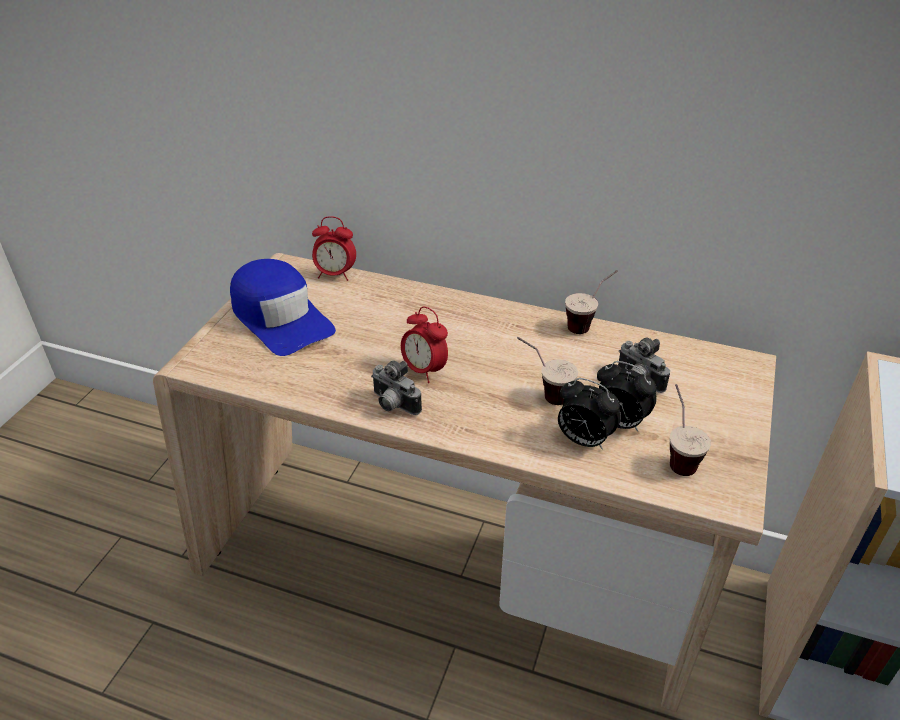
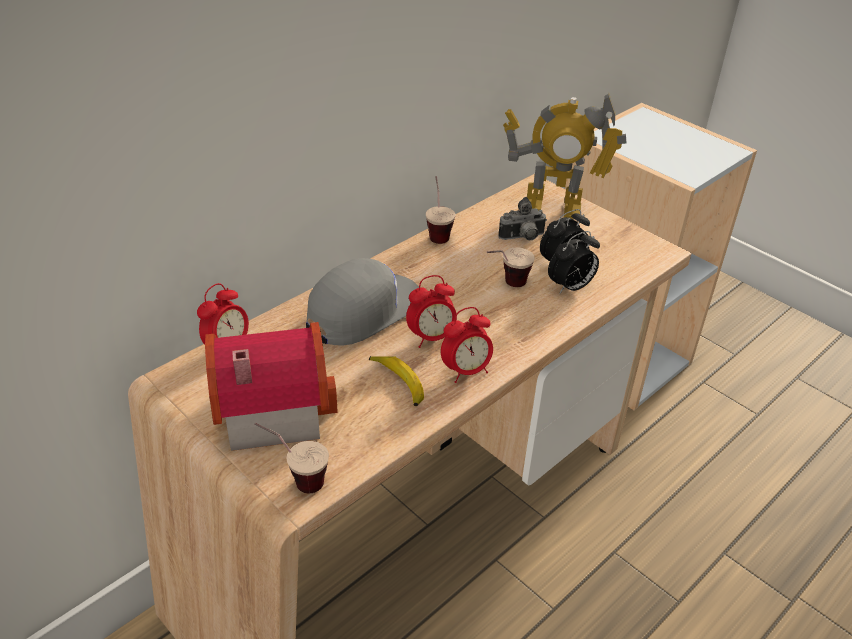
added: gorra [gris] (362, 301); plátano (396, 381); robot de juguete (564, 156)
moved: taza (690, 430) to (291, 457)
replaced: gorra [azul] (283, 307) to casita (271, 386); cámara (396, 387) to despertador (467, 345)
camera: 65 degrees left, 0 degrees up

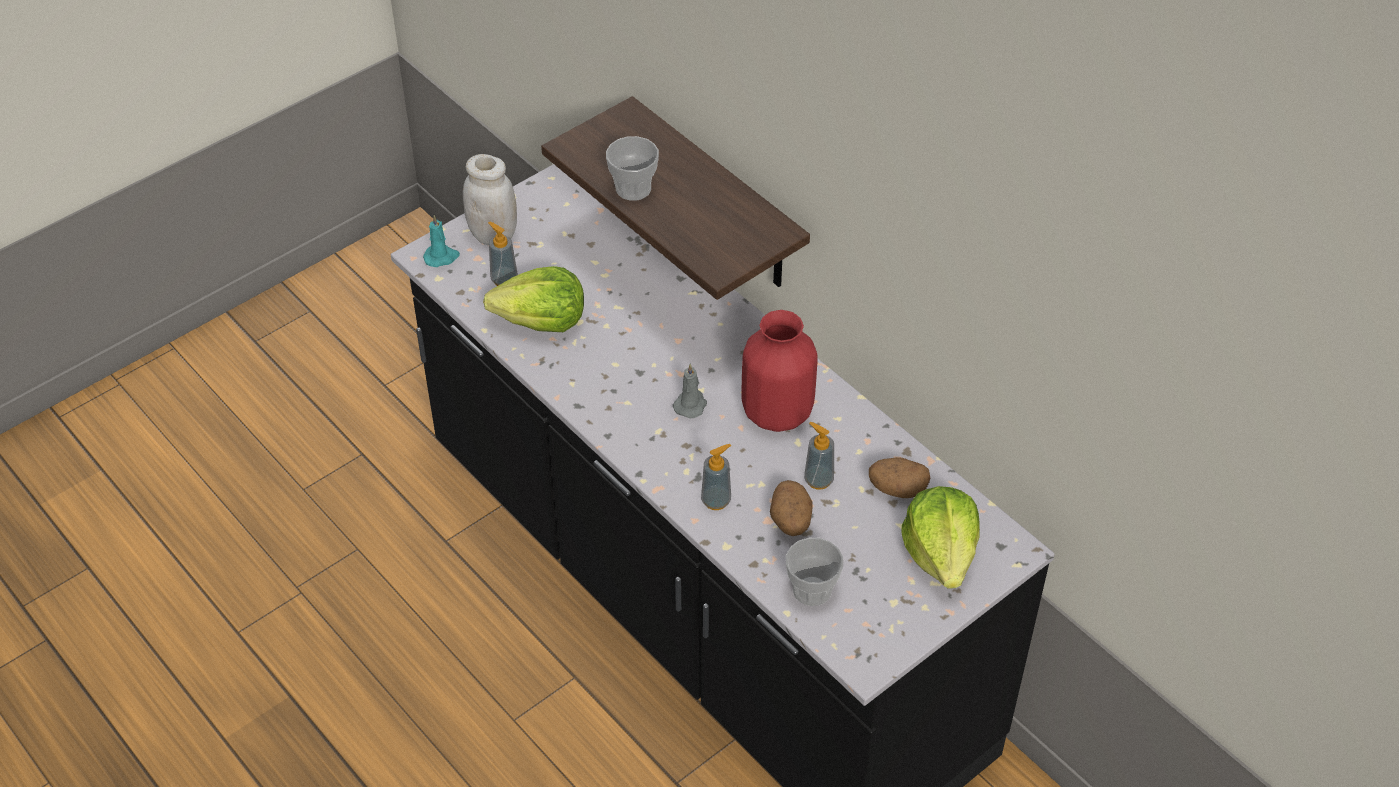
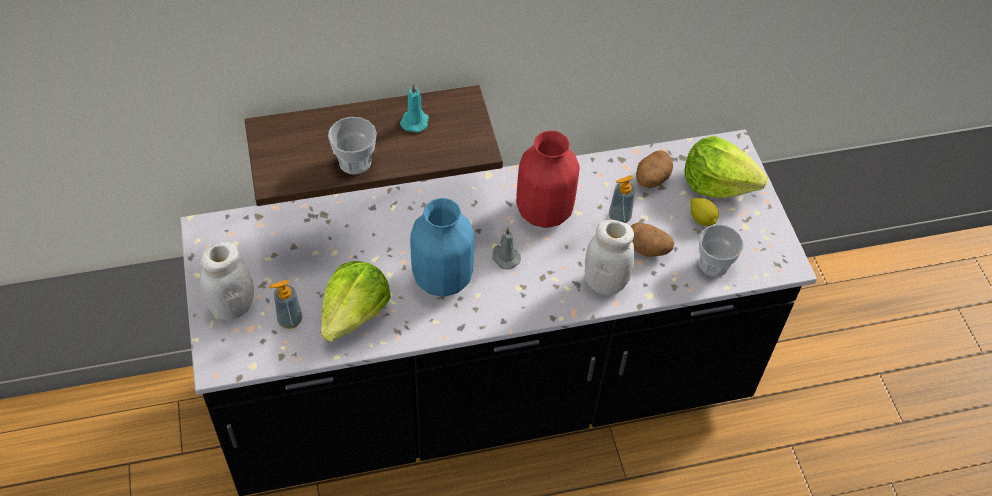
added: florero [azul] (442, 247); limón (704, 212)
moved: vela [turquesa] (441, 241) to (414, 108)
replaced: dispensador de jabón (716, 477) to tarro [blanco] (609, 257)
camera: 65 degrees left, 5 degrees up

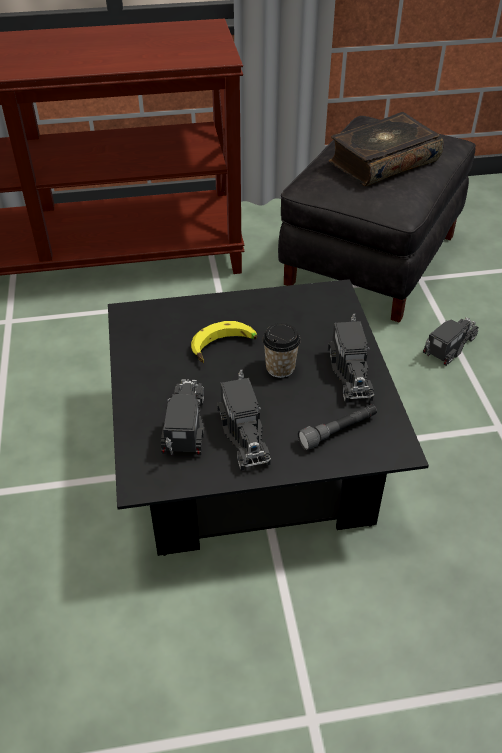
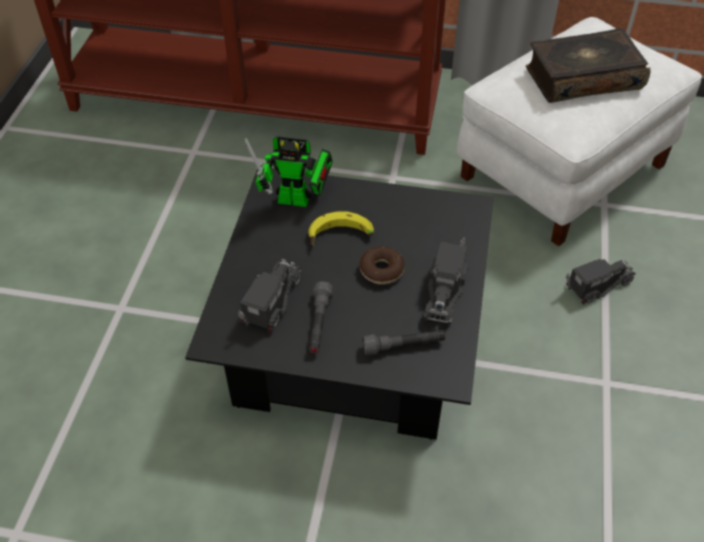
added: robot de juguete (288, 172)
replaced: camión de juguete (244, 420) to linterna [gris] (321, 317); taza (281, 350) to rosquilla (382, 265)
recoloured: puf [negro] (377, 219) to puf [blanco] (579, 131)
camera: 20 degrees right, 5 degrees up

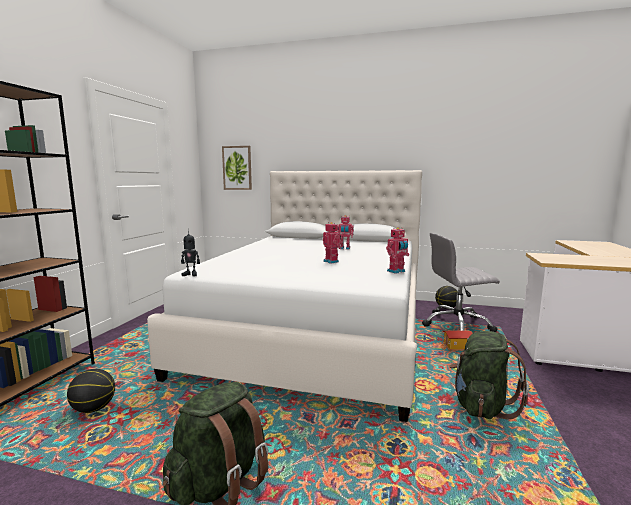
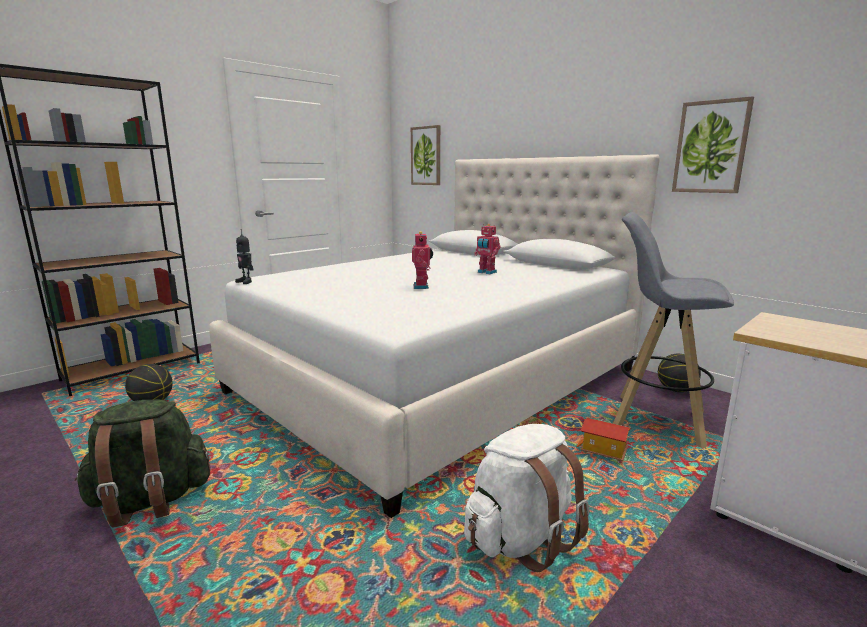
removed: robot de juguete (397, 250)
added: cuadro (713, 144)
replaced: silla de oficina [gris] (461, 282) to taburete [gris] (673, 330)
recoloured: mochila [verde] (489, 375) to mochila [blanco] (526, 498)
camera: 30 degrees right, 5 degrees up

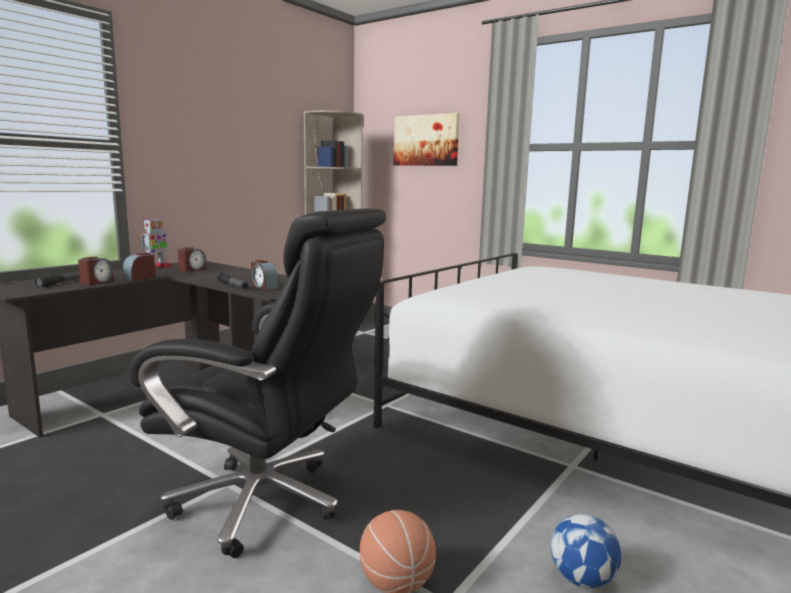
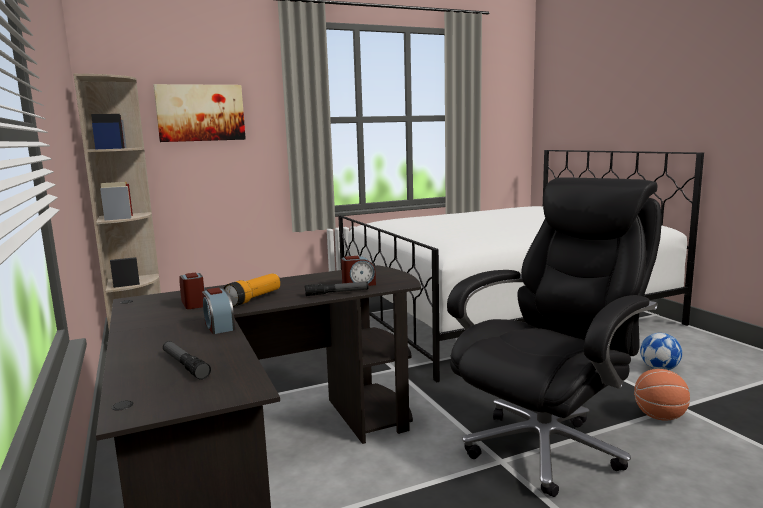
removed: despertador (96, 271); robot de juguete (156, 243)
added: linterna (251, 290)
camera: 60 degrees left, 0 degrees up

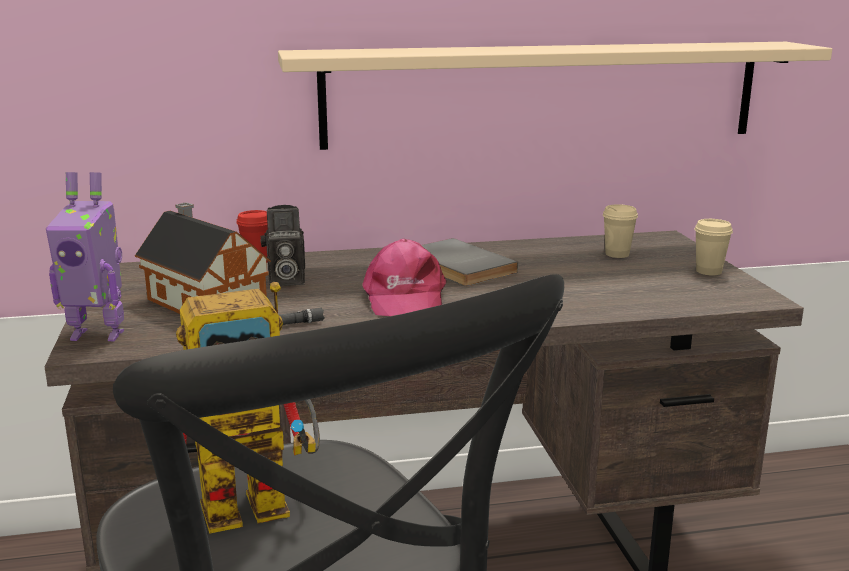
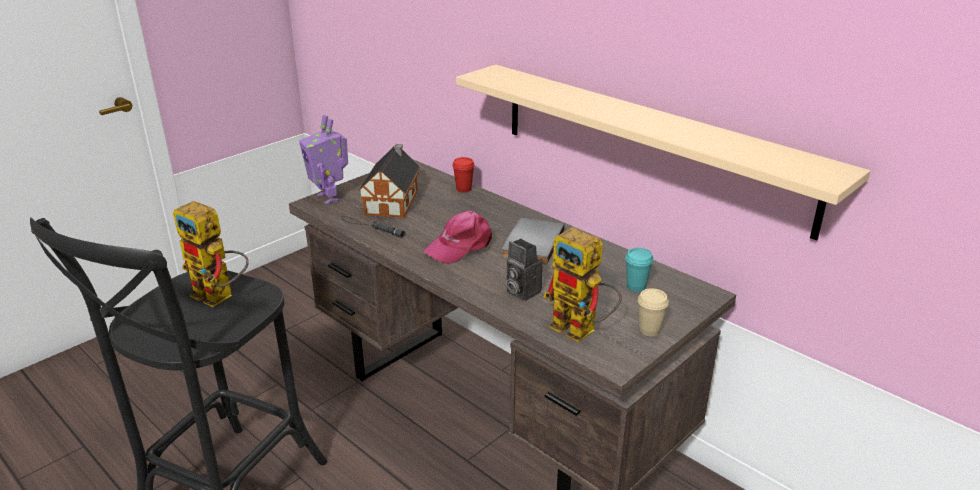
added: robot de juguete (582, 284)
moved: cámara (282, 245) to (524, 270)
recoloured: taza [beis] (620, 231) to taza [turquesa] (639, 270)
camera: 55 degrees right, 10 degrees up

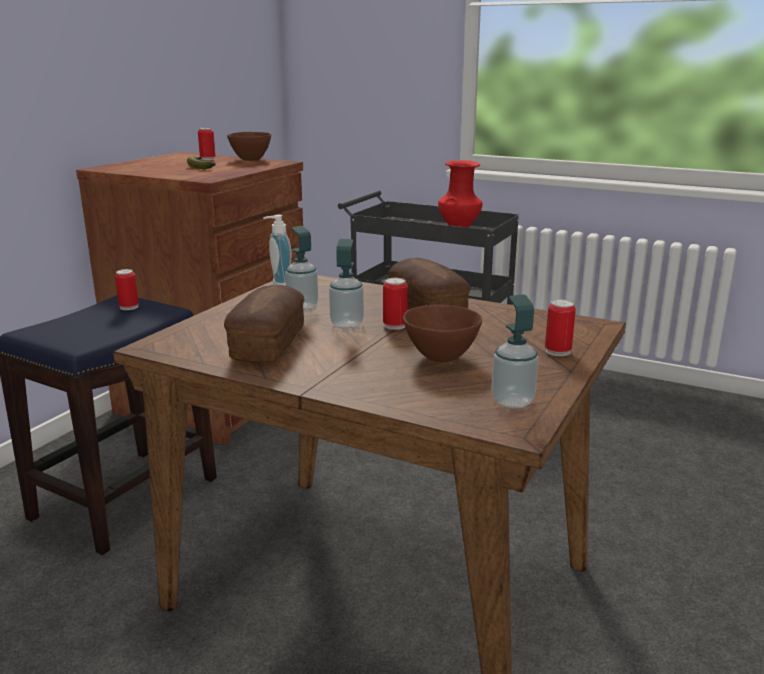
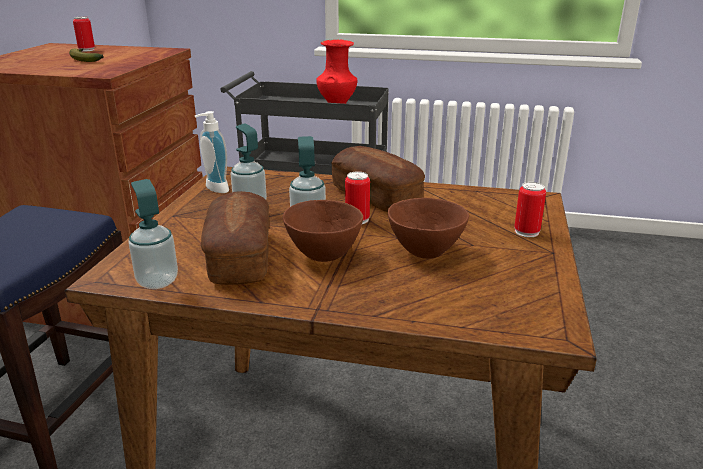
removed: lata (127, 289)
moved: cuenco [marrón] (249, 146) to (322, 231); dispensador de jabón (514, 351) to (153, 234)
camera: 15 degrees left, 5 degrees up

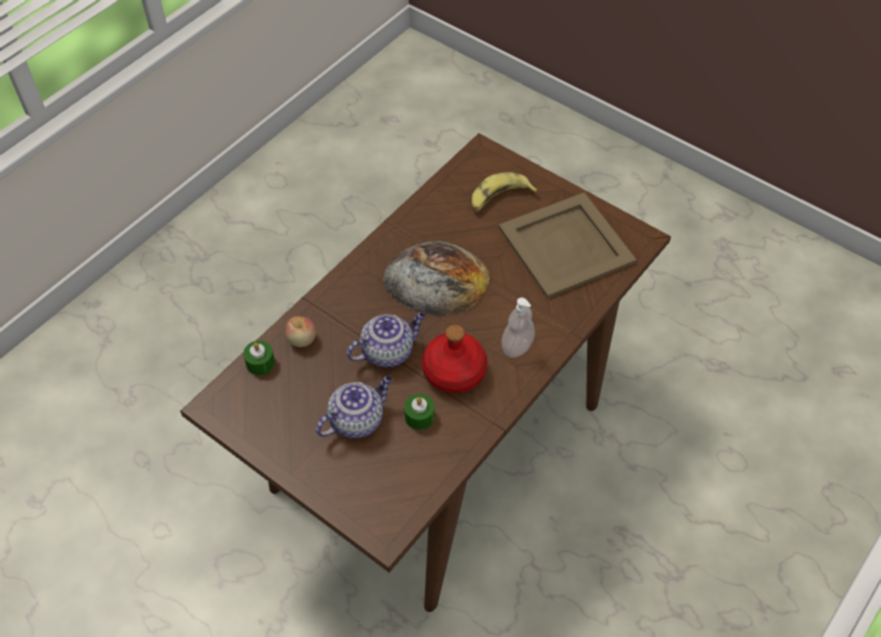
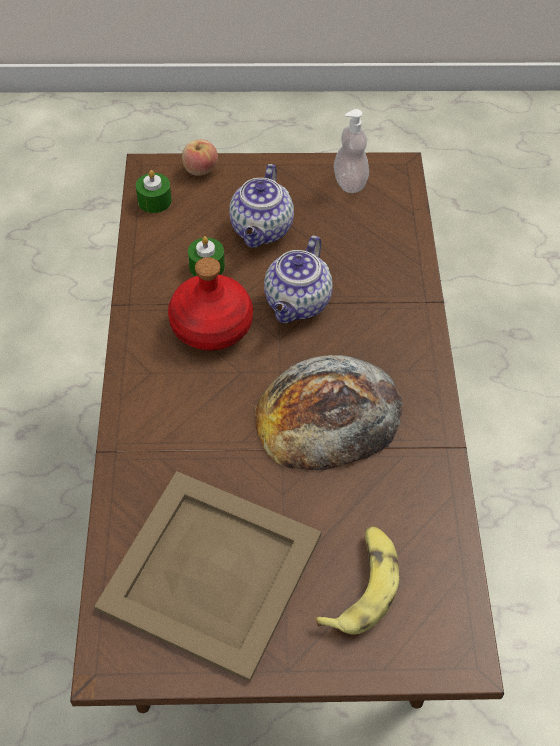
moved: vela [verde] (259, 358) to (154, 191); manzana (300, 331) to (200, 157); dispensador de jabón (518, 328) to (351, 151)
camera: 140 degrees right, 0 degrees up

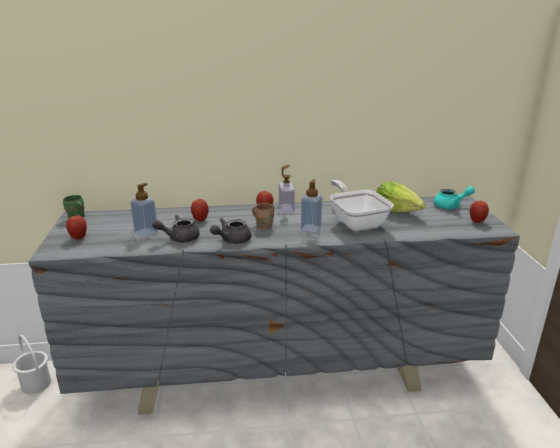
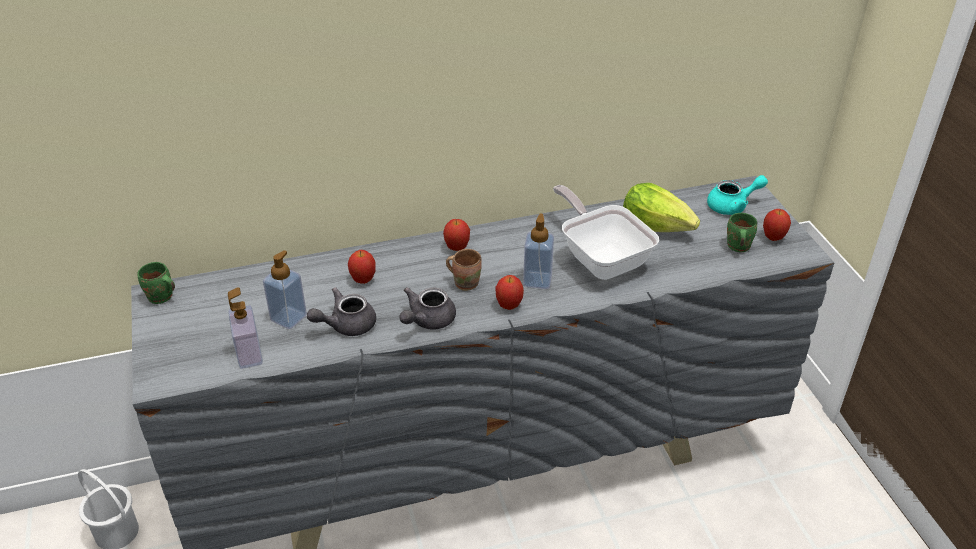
added: taza grande [verde] (742, 232)
moved: manzana (76, 227) to (510, 292); dispensador de jabón (287, 189) to (245, 328)
camera: 10 degrees left, 15 degrees up

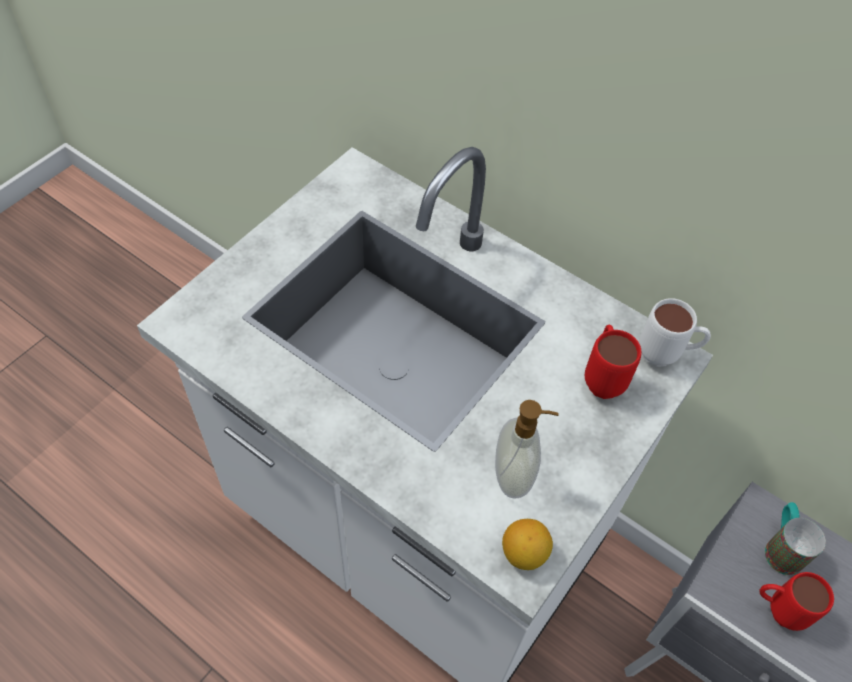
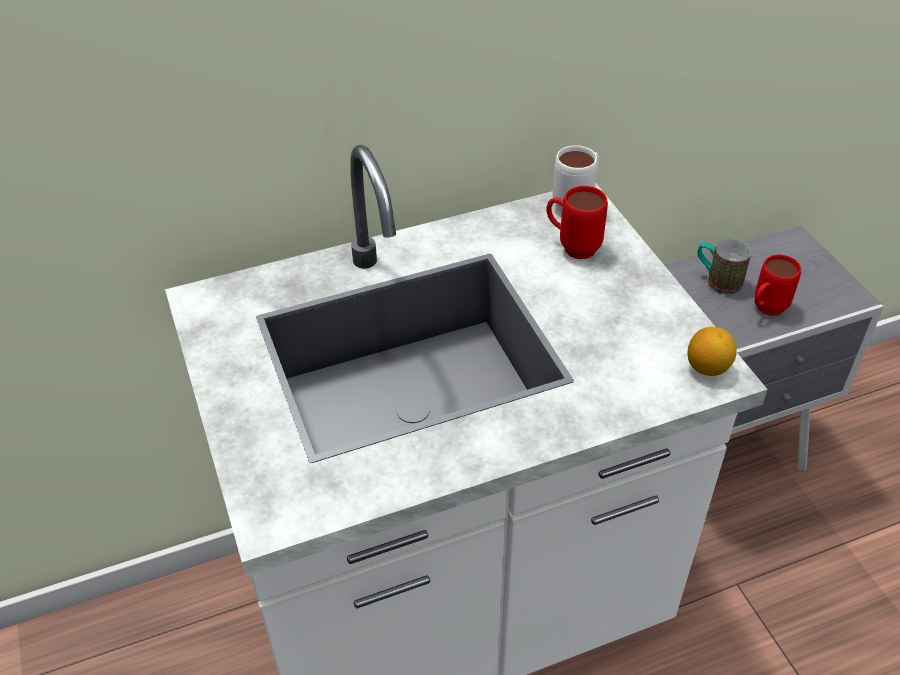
removed: dispensador de jabón (527, 449)
camera: 55 degrees left, 10 degrees down

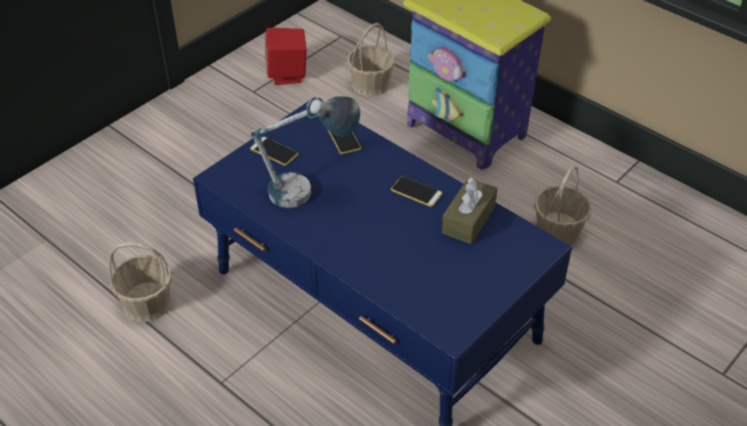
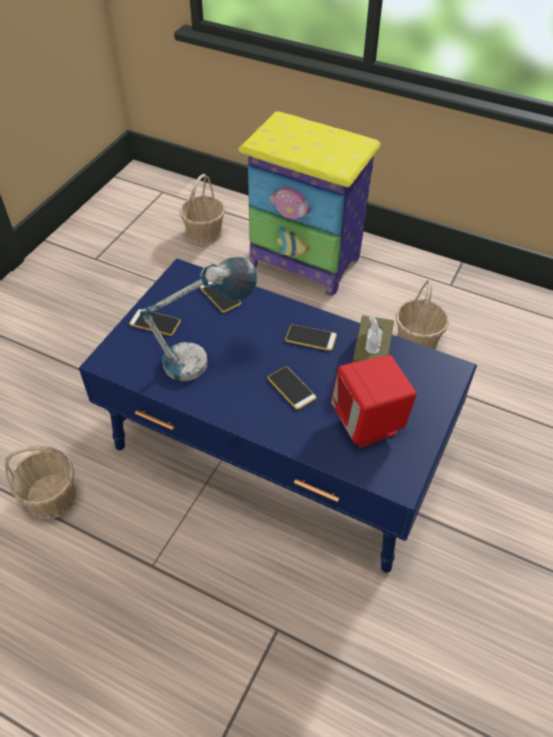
added: móvil (292, 388)
moved: altavoz [rojo] (286, 56) to (374, 401)
camera: 15 degrees left, 5 degrees up

